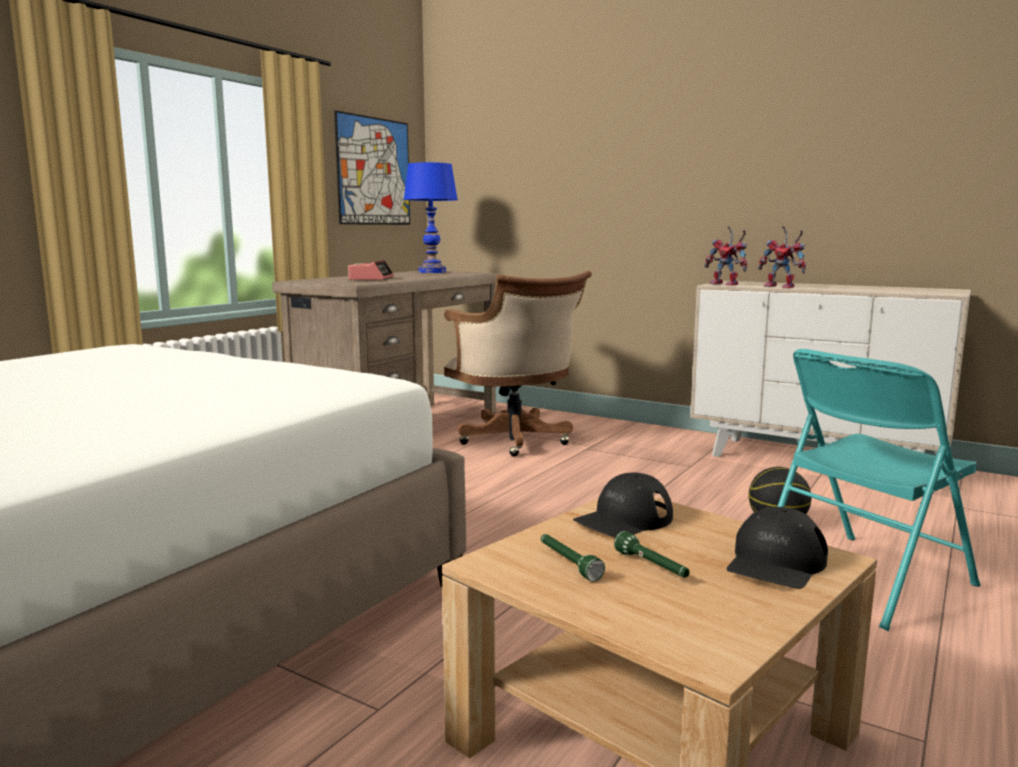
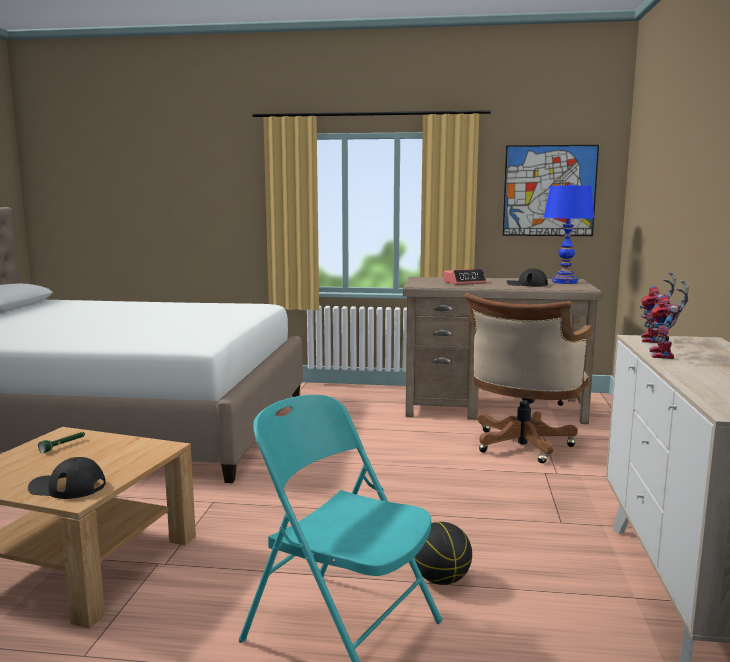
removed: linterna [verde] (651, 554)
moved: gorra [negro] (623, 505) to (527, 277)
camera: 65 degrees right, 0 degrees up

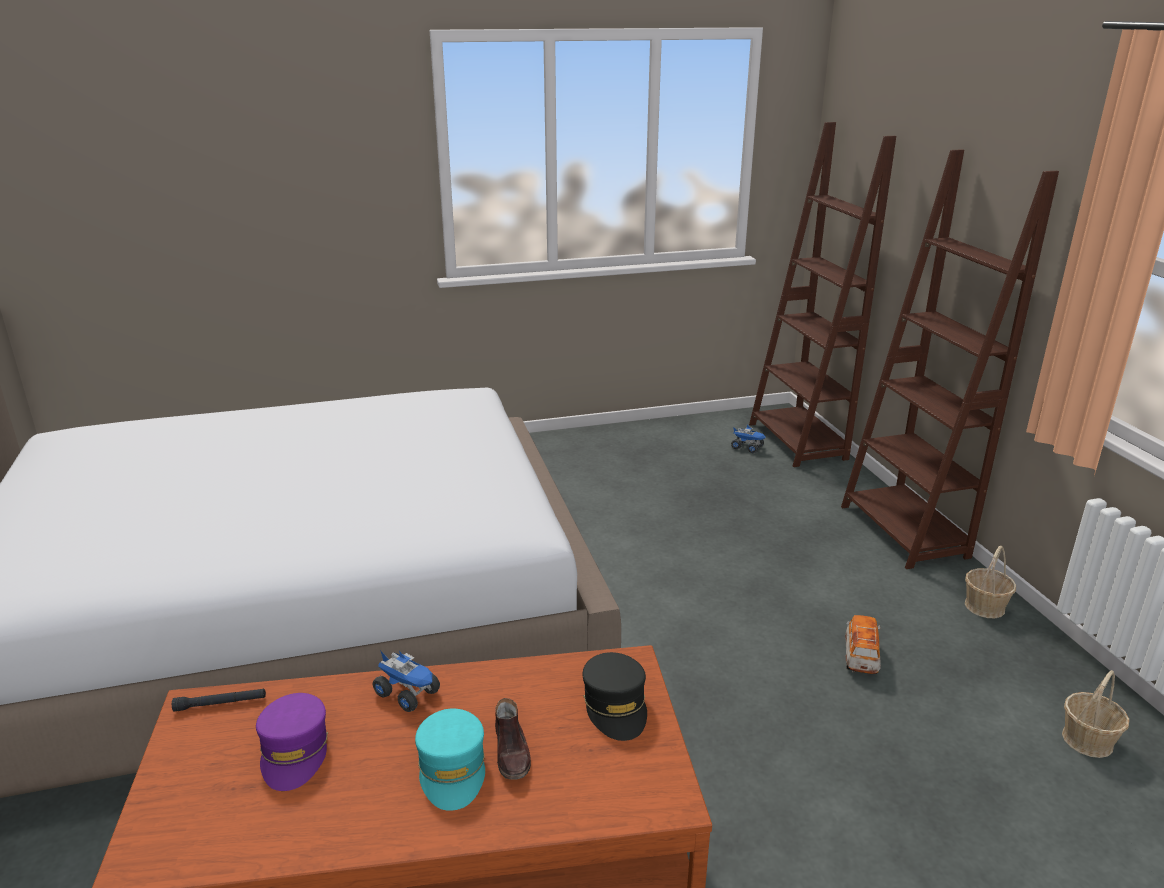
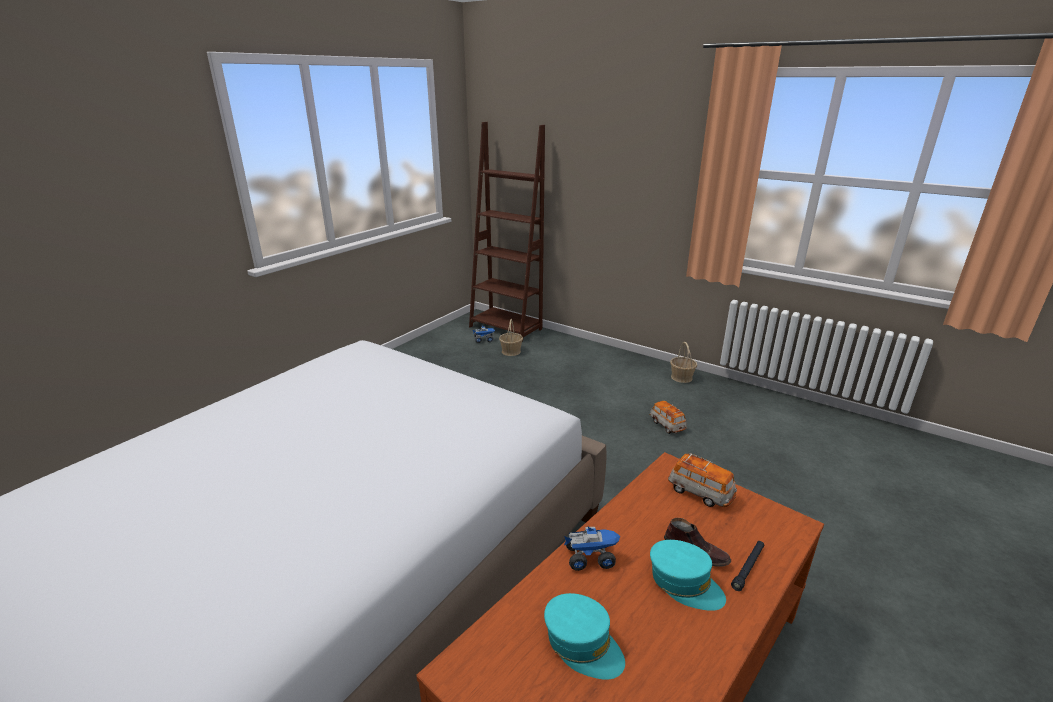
removed: estantería [marrón] (950, 359)
moved: linterna [negro] (219, 700) to (747, 566); cesta (1095, 714) to (511, 337)
replaced: gorra [negro] (614, 696) to coche de juguete (702, 480)
recoloured: gorra [morado] (292, 742) to gorra [turquesa] (584, 636)
camera: 40 degrees left, 0 degrees up

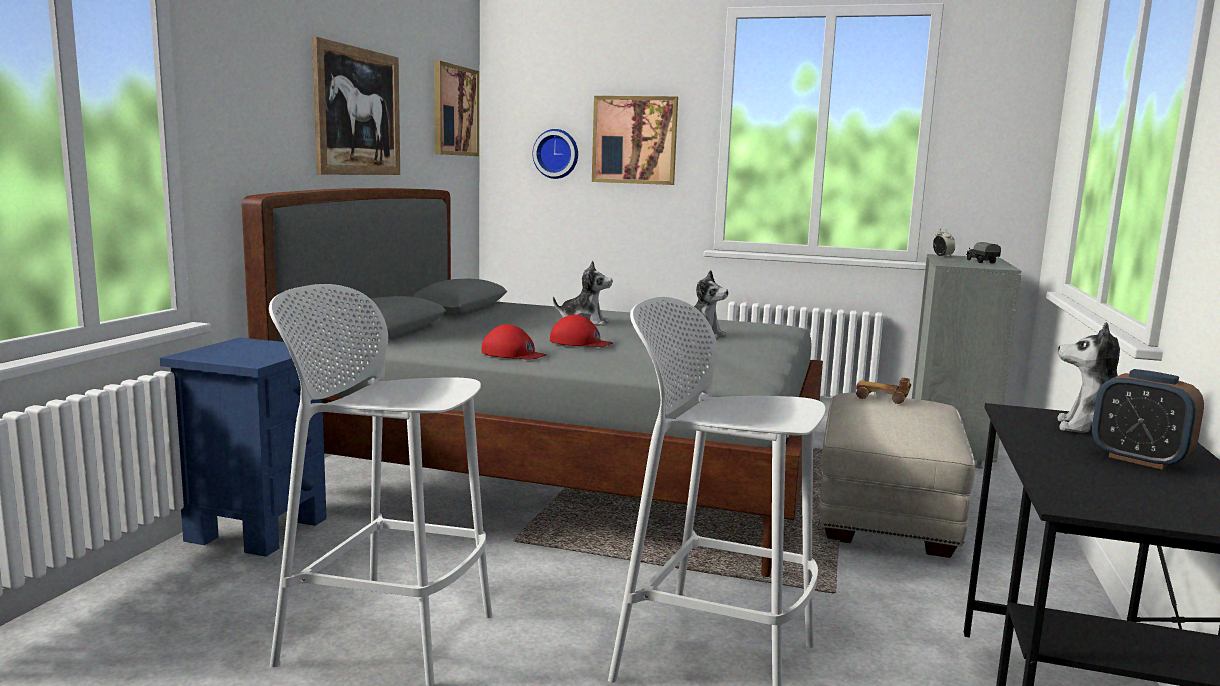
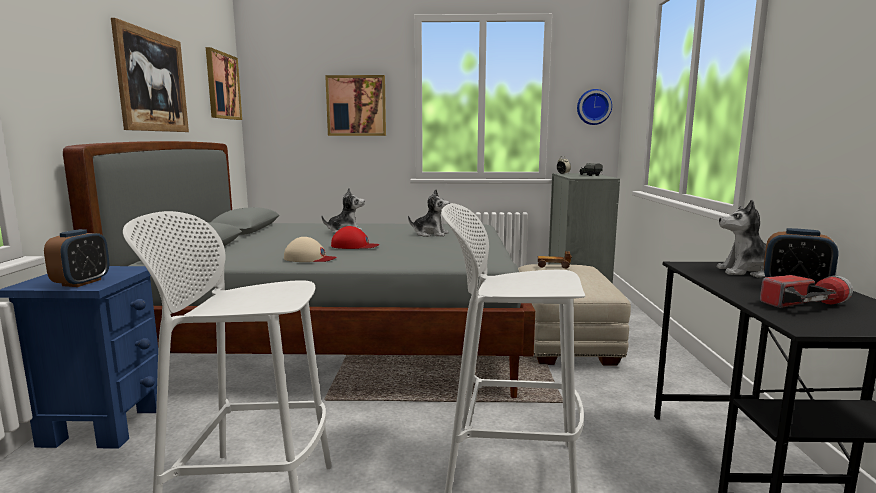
added: despertador (76, 258); linterna (806, 291)
moved: reloj de pared (555, 154) to (594, 107)
recoloured: gorra [rojo] (513, 342) to gorra [beis] (310, 249)
camera: 15 degrees left, 0 degrees up

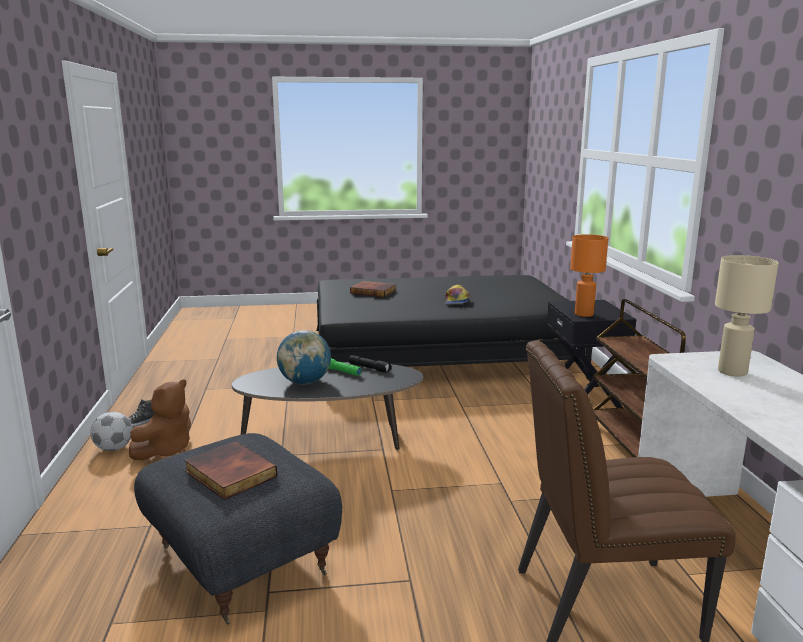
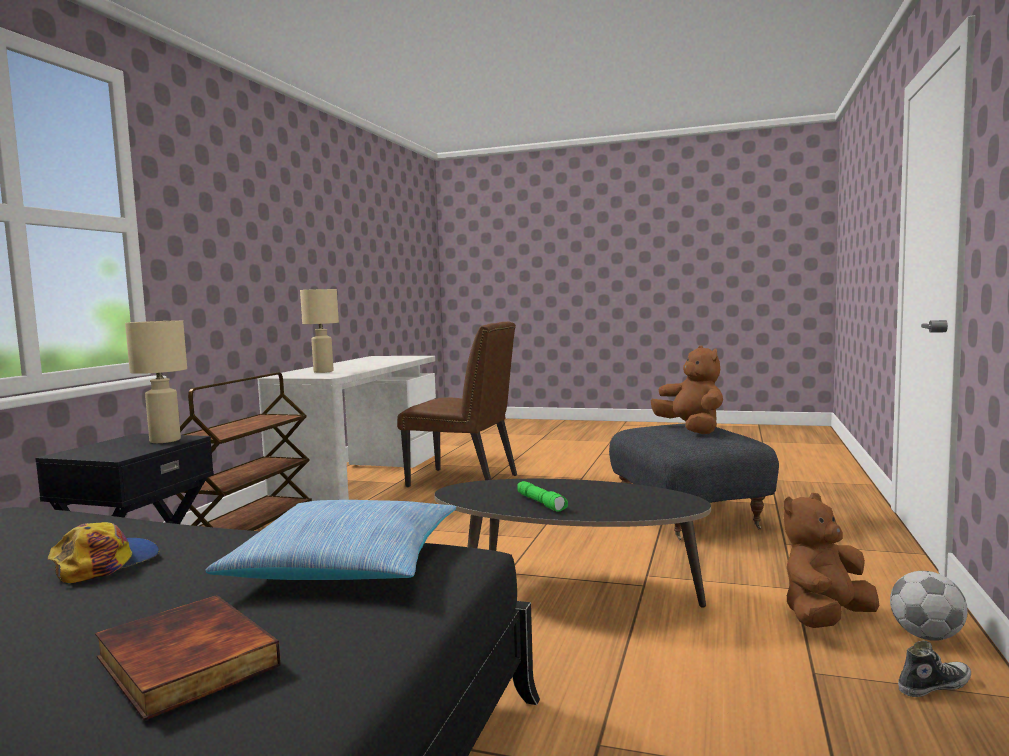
removed: globo terráqueo (304, 357); linterna [negro] (370, 364)
added: cojín (330, 540)
replaced: libro (230, 470) to peluche [marrón] (687, 389)
recoloured: lámpara de mesa [naranja] (589, 275) to lámpara de mesa [beis] (156, 381)
camera: 155 degrees left, 10 degrees down

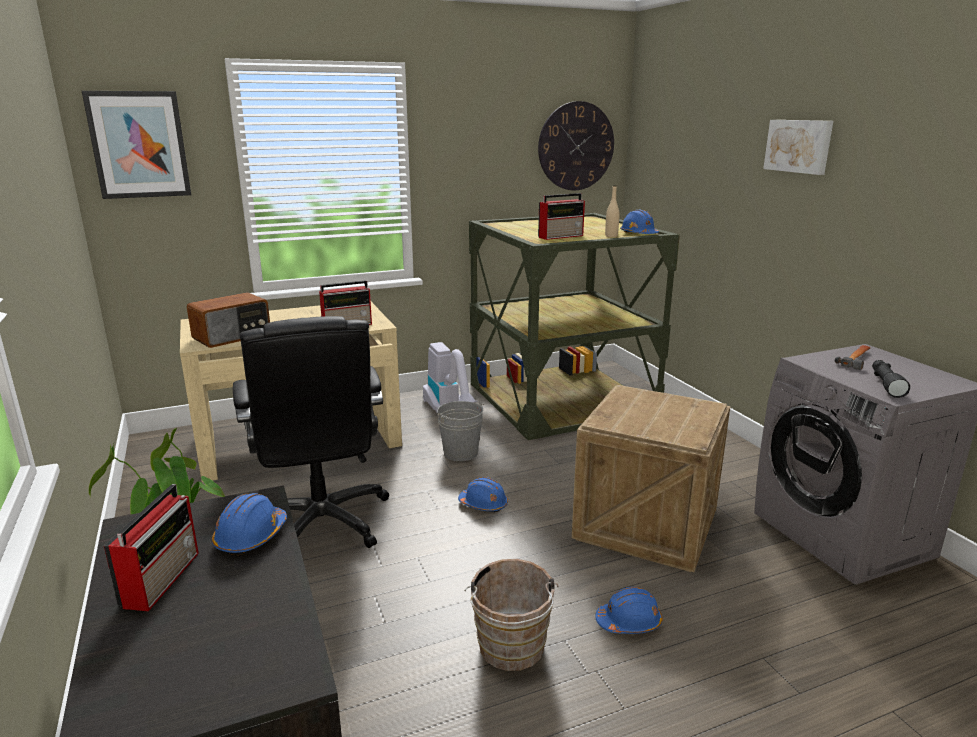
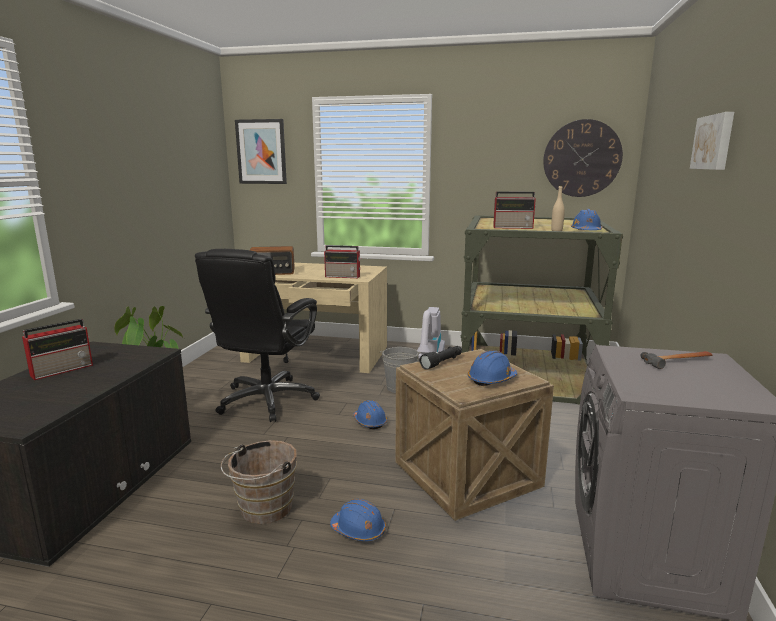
moved: casco [azul] (249, 524) to (492, 368); linterna [negro] (891, 379) to (440, 358)
camera: 35 degrees right, 5 degrees down

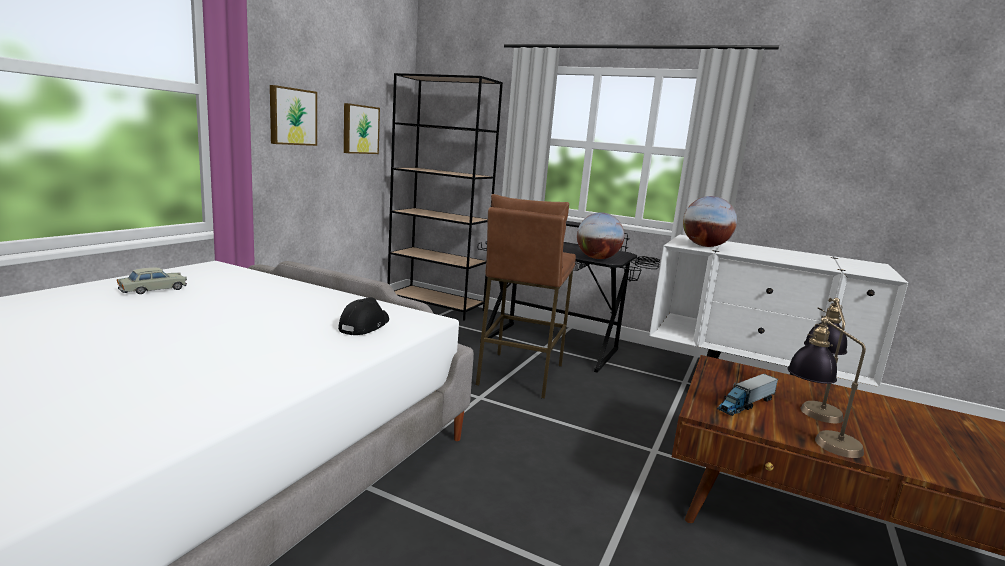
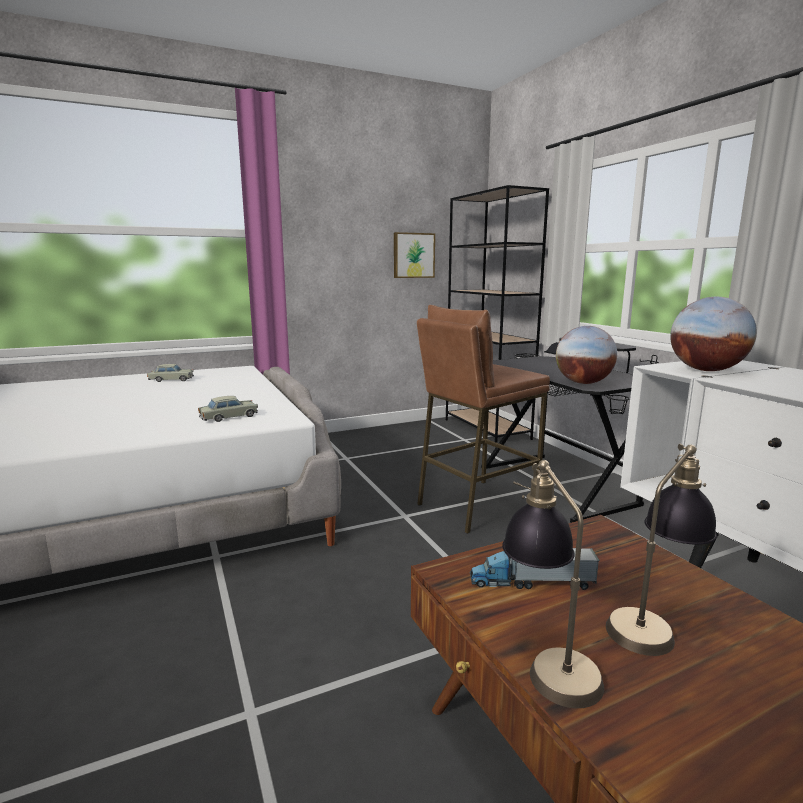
removed: cuadro (293, 115)
replaced: gorra [negro] (363, 316) to coche de juguete [beis] (228, 409)
camera: 40 degrees right, 0 degrees up

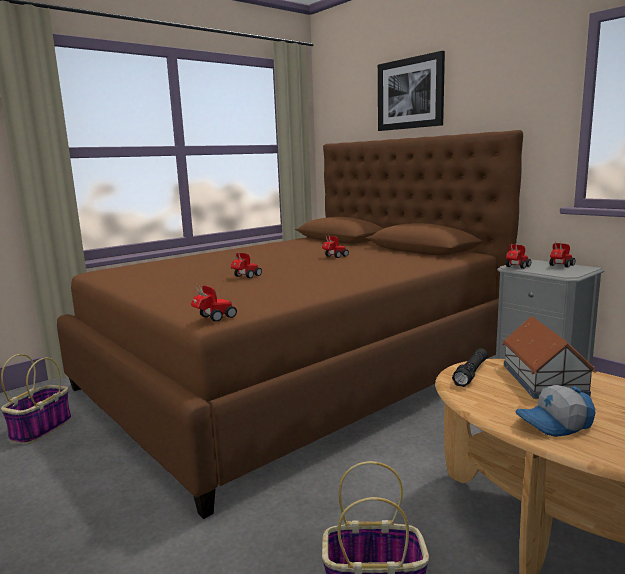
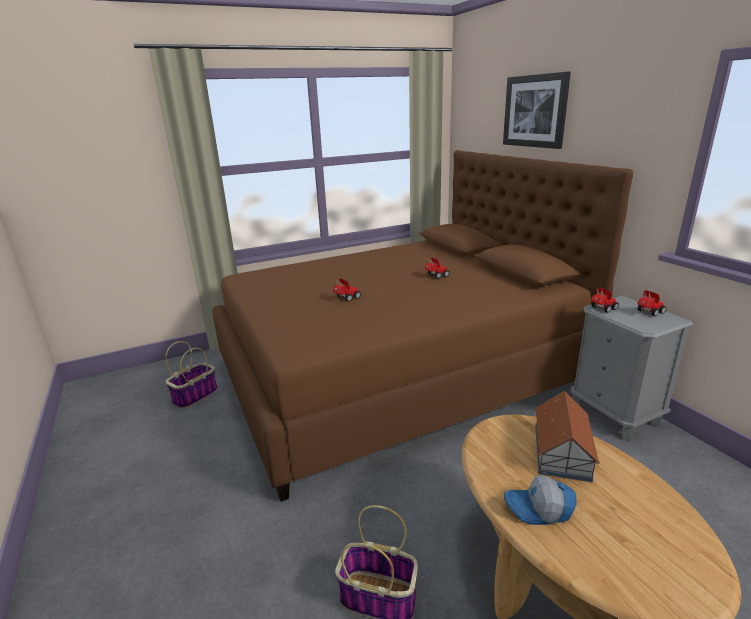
removed: coche de juguete (214, 302); linterna [negro] (470, 367)
camera: 15 degrees right, 10 degrees up

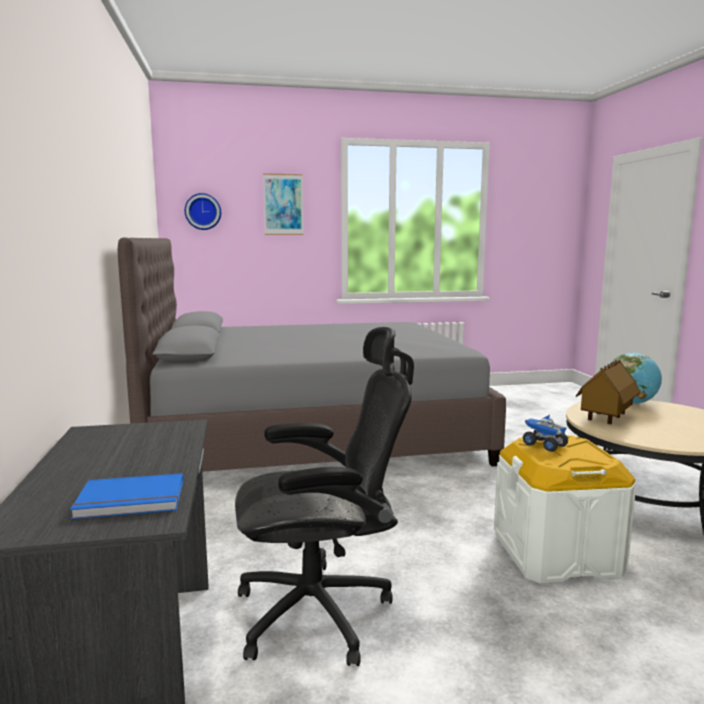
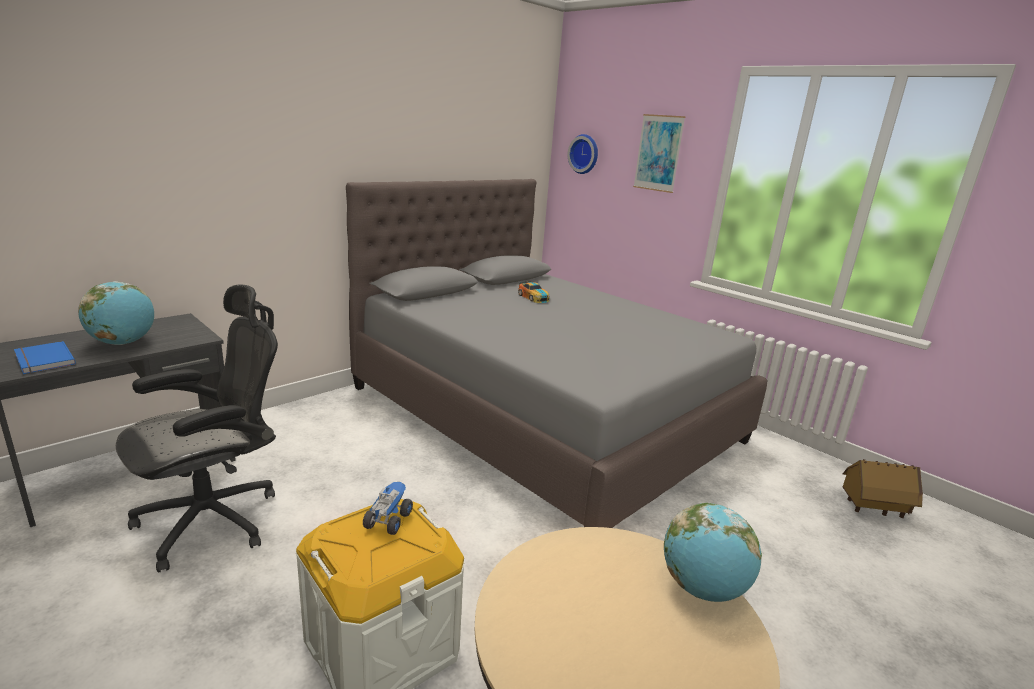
added: globo terráqueo (116, 313); coche de juguete (533, 292)
moved: casita (608, 392) to (883, 488)
turned: silla de oficina (324, 496) = (197, 429) 90 degrees counterclockwise
camera: 55 degrees right, 10 degrees up

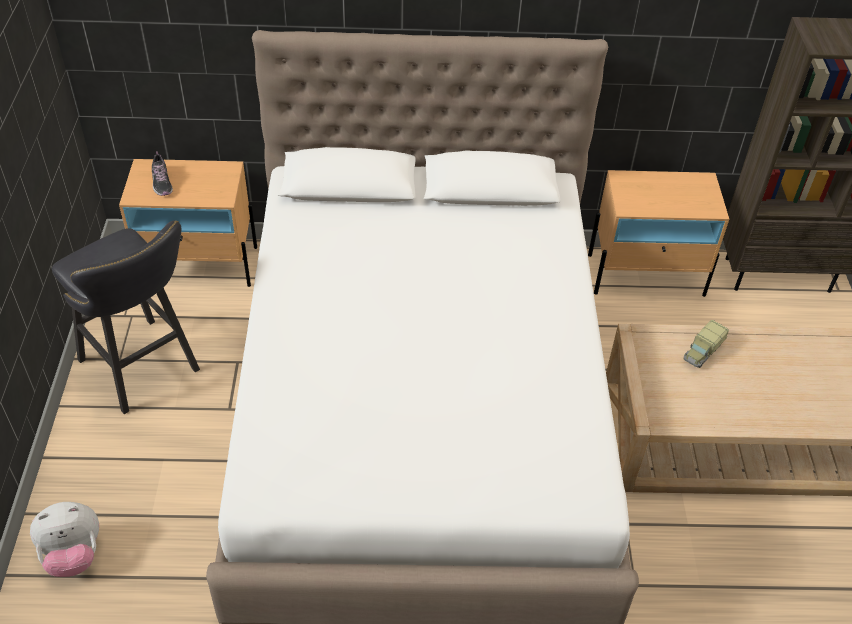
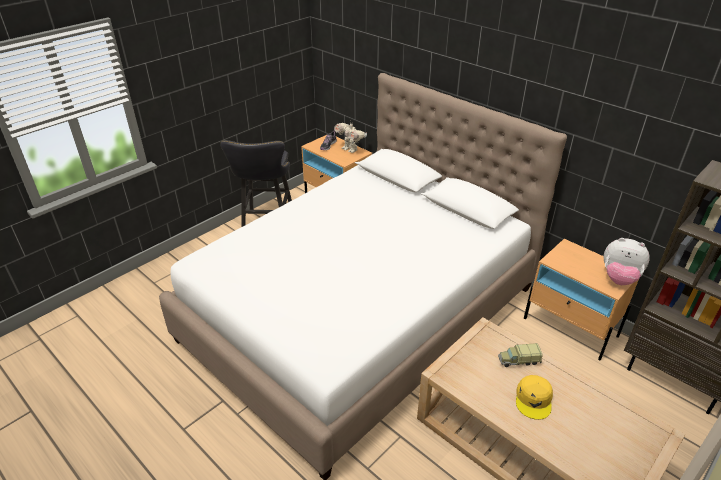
added: robot de juguete (350, 137); gorra [amarillo] (534, 397)
moved: peluche (64, 539) to (627, 261)
camera: 45 degrees right, 10 degrees down

